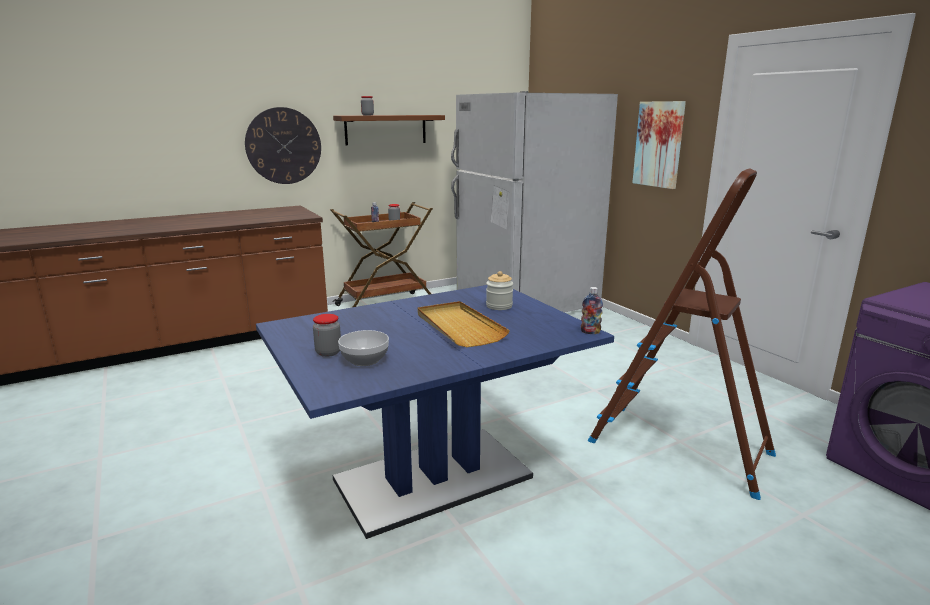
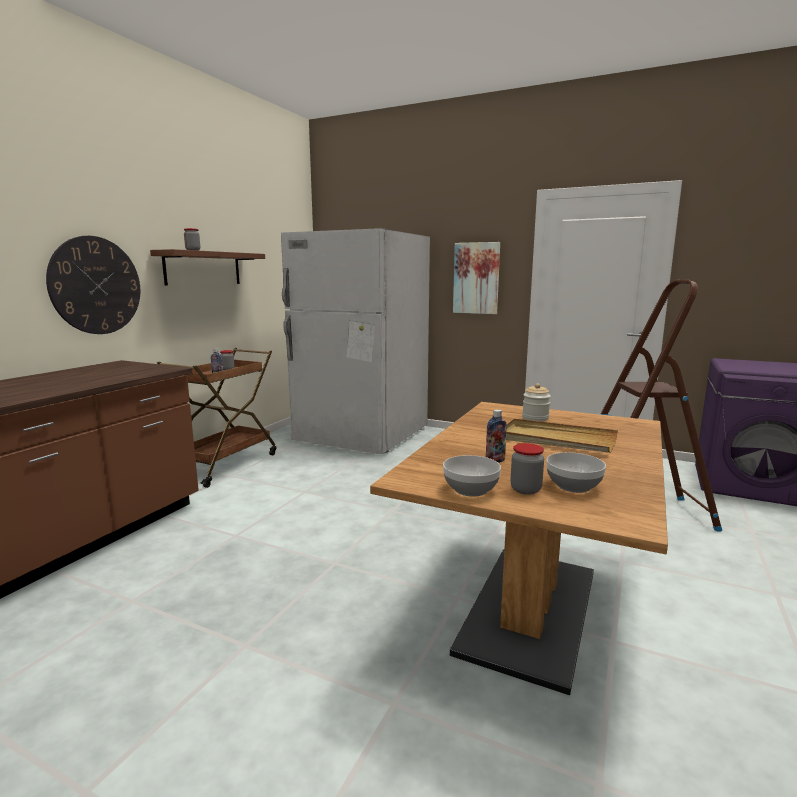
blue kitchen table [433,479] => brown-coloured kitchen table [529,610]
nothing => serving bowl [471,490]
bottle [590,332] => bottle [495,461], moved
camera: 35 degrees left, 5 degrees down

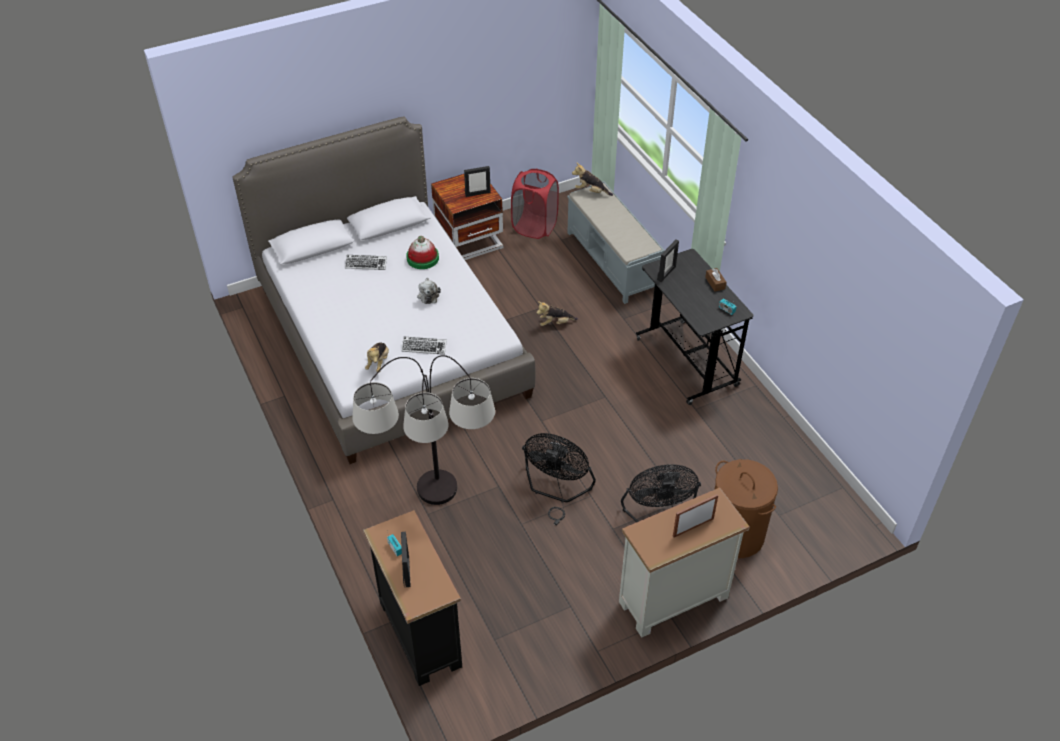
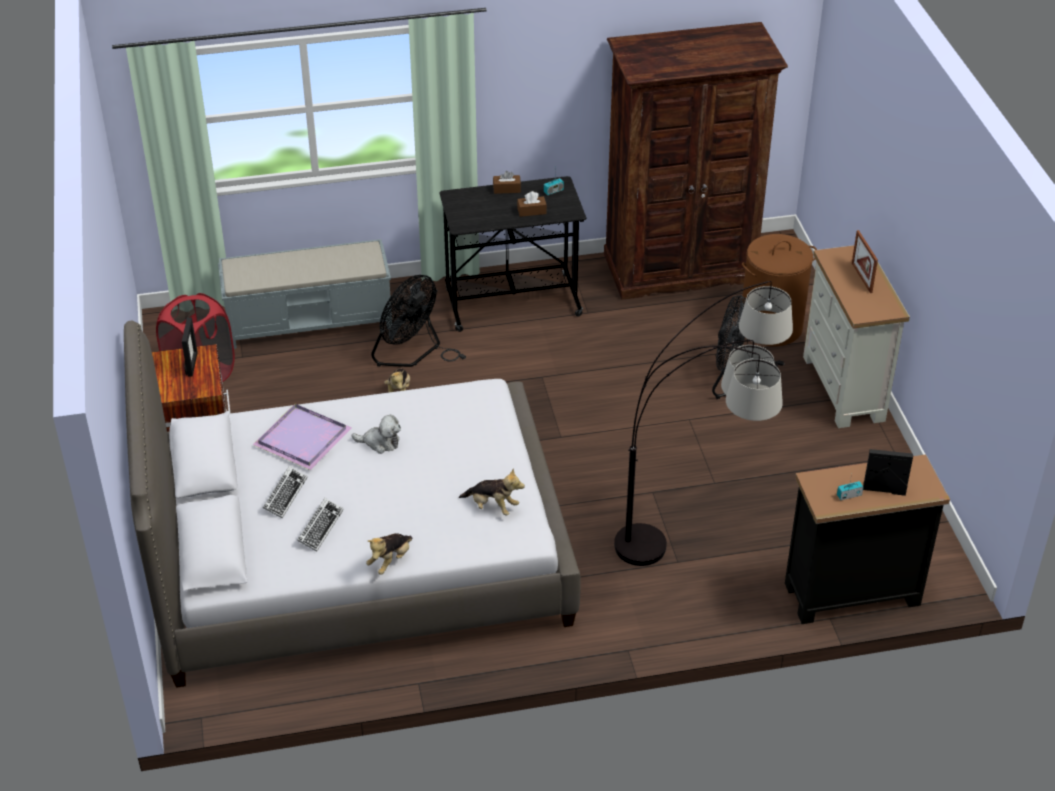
clothing hat [422,258] => purple-coloured serving tray [302,437]
keyboard [424,347] => keyboard [320,527], moved
plush toy [591,191] => plush toy [390,560], moved
blackish electric fan [555,490] => blackish electric fan [418,350], moved
nothing => brown-coloured tissue box [531,211]
nothing => brown-coloured armoire [680,268]
picture frame [666,273] => nothing
camera: 75 degrees left, 5 degrees down

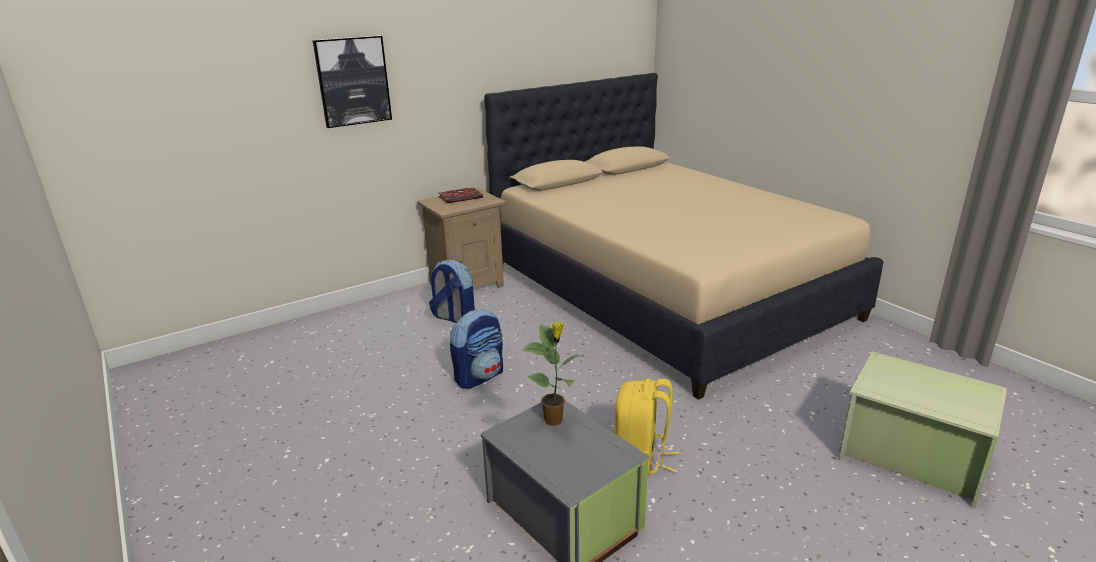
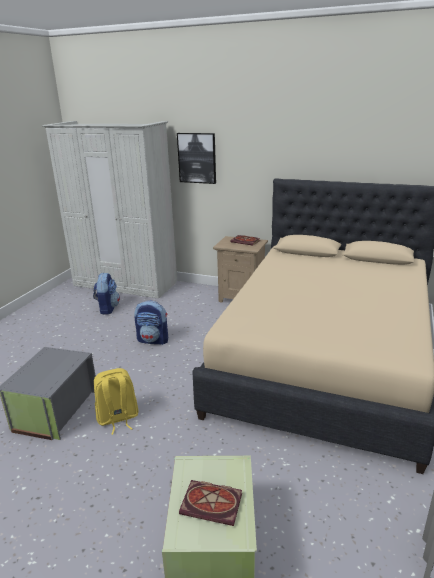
nothing => white armoire [125,284]
backpack [454,318] => backpack [107,308], moved
nothing => volume [213,503]
plant in a pot [554,420] => nothing
camera: 55 degrees right, 0 degrees up

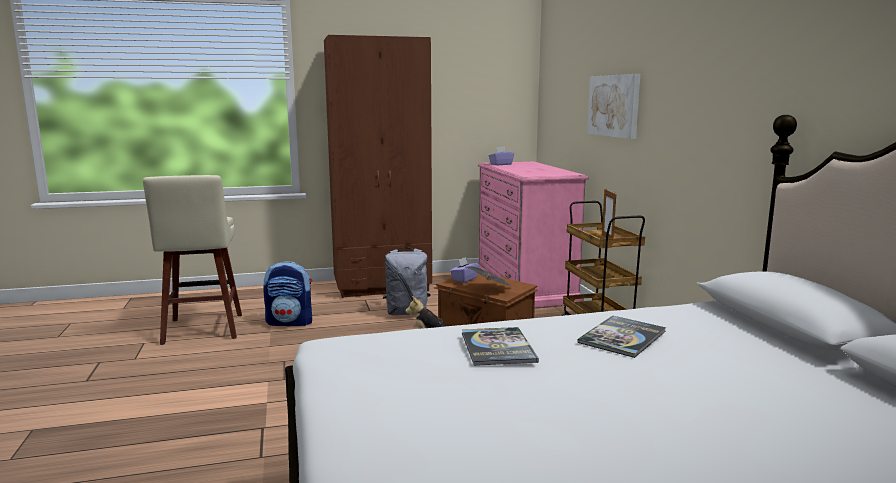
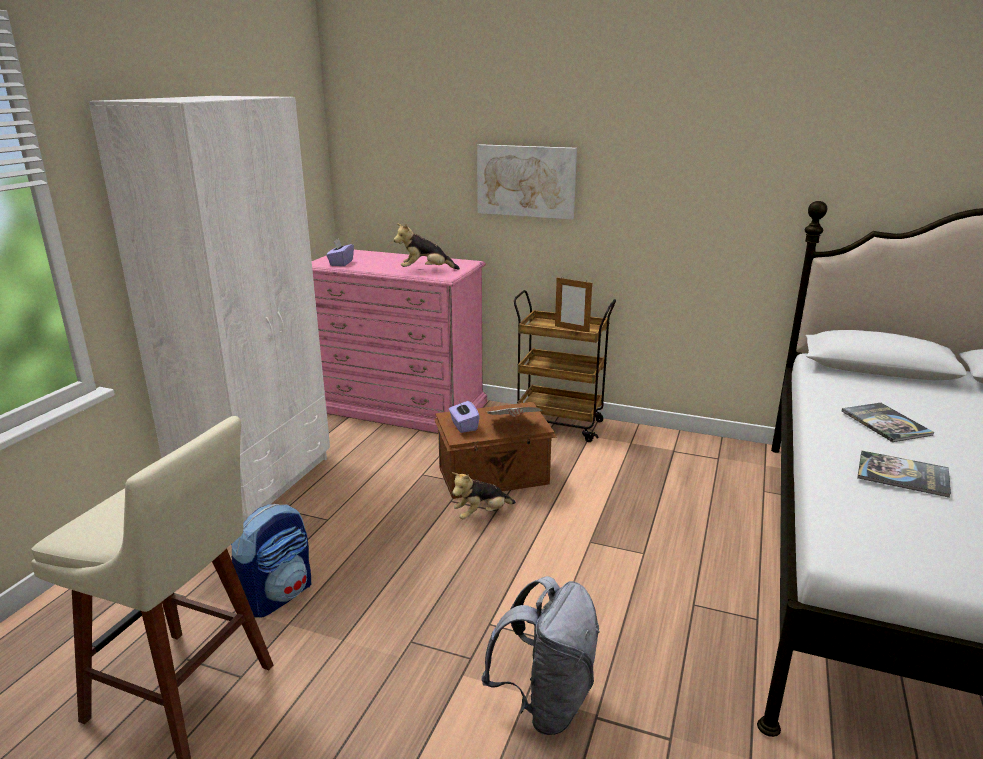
brown-coloured armoire [383,286] => white armoire [258,481]
nothing => plush toy [425,271]
greyish backpack [407,312] => greyish backpack [545,703], moved
camera: 55 degrees left, 10 degrees up

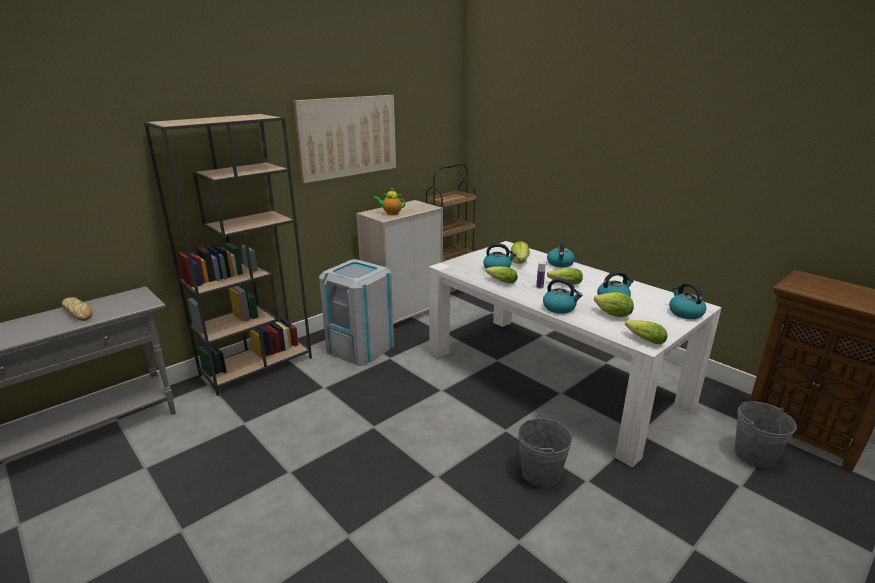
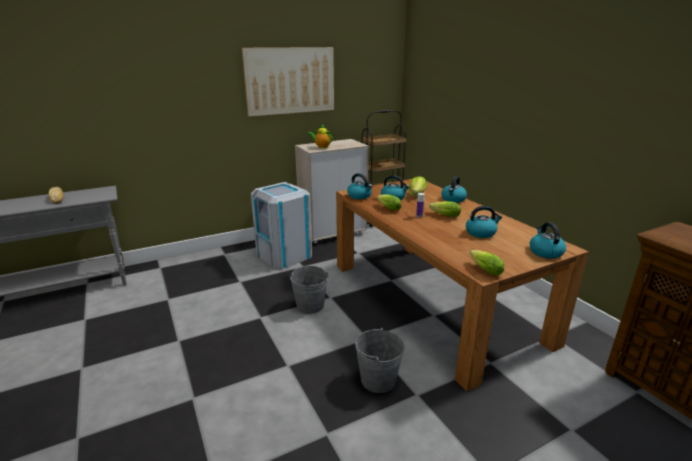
greyish pail [754,455] => greyish pail [310,305], moved
white kitchen table [552,376] => brown-coloured kitchen table [433,300]
water kettle [559,308] => water kettle [360,196], moved
bookcase [257,366] => nothing
lettuce head [613,315] => nothing
camera: 15 degrees right, 0 degrees up

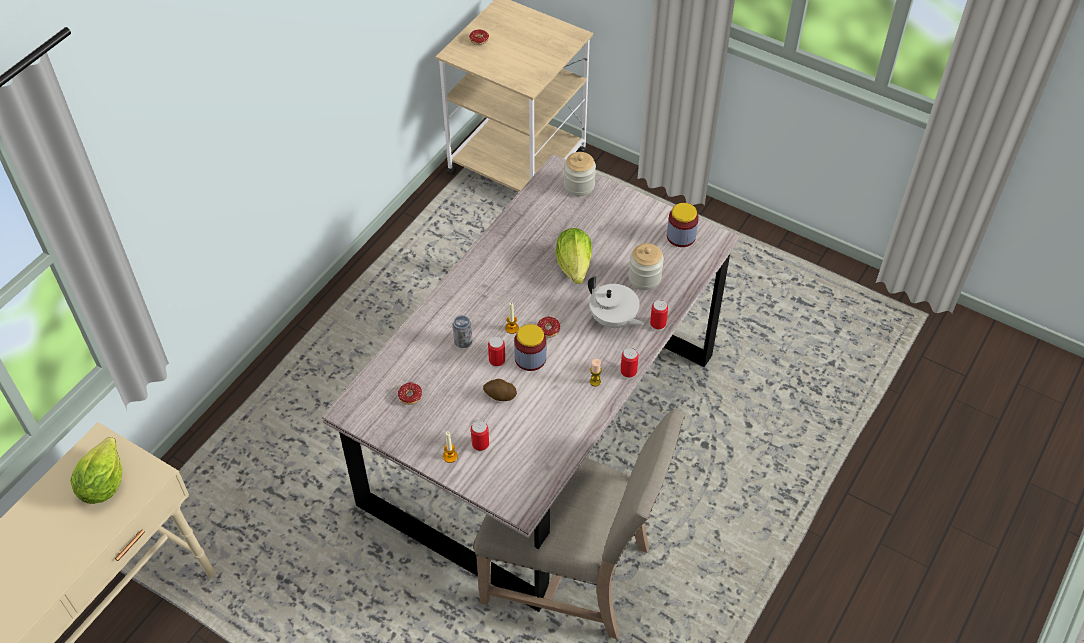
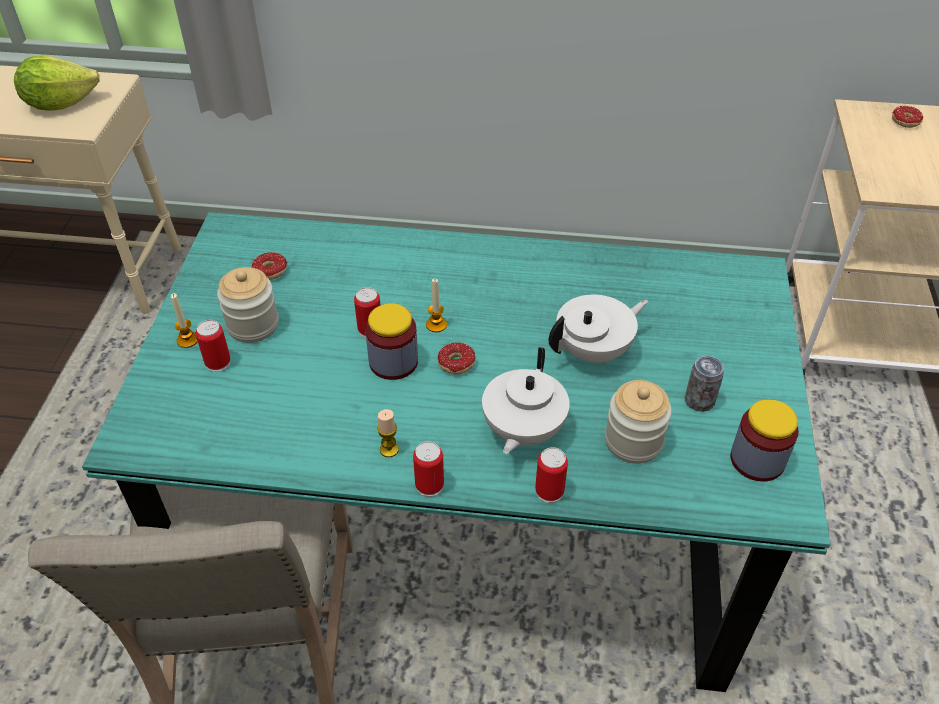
greyish kitchen table [543,428] => turquoise kitchen table [468,523]
preserve jar [579,185] => preserve jar [253,325], moved
lettuce head [574,266] => white tea pot [594,351]
sealed can [463,341] => sealed can [699,401], moved
whole potato [500,395] => nothing
camera: 65 degrees right, 5 degrees down

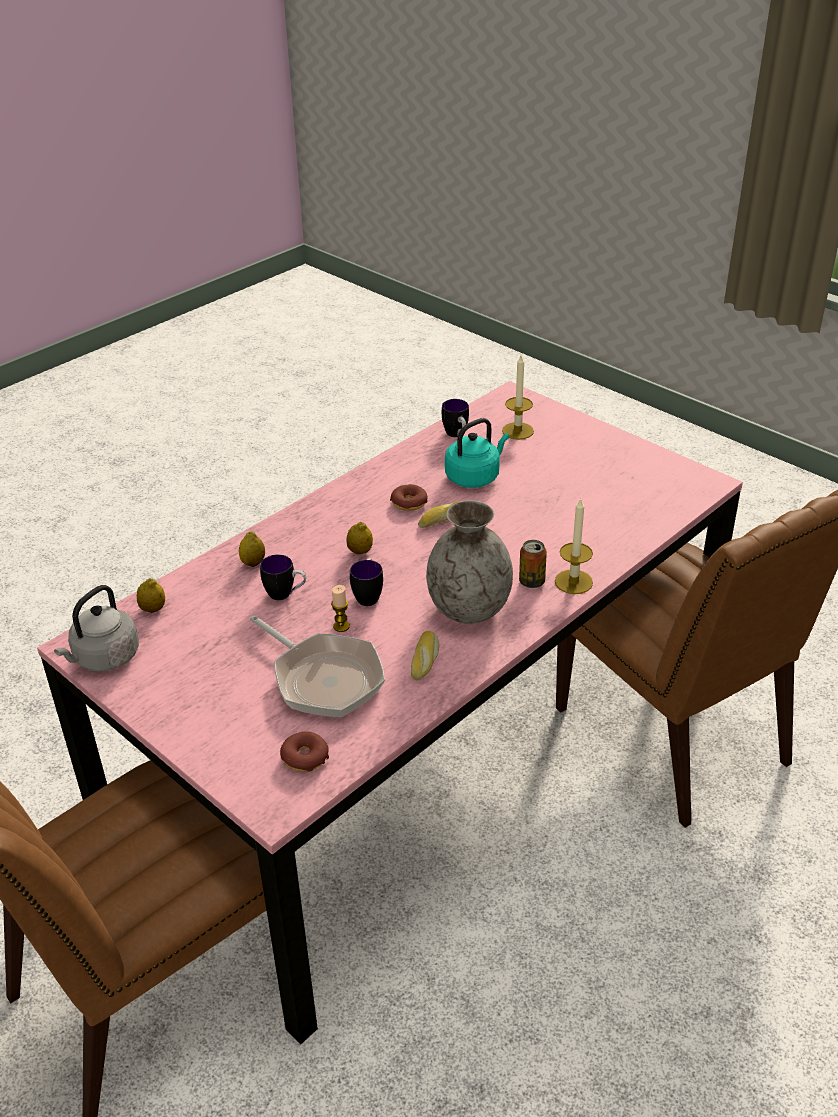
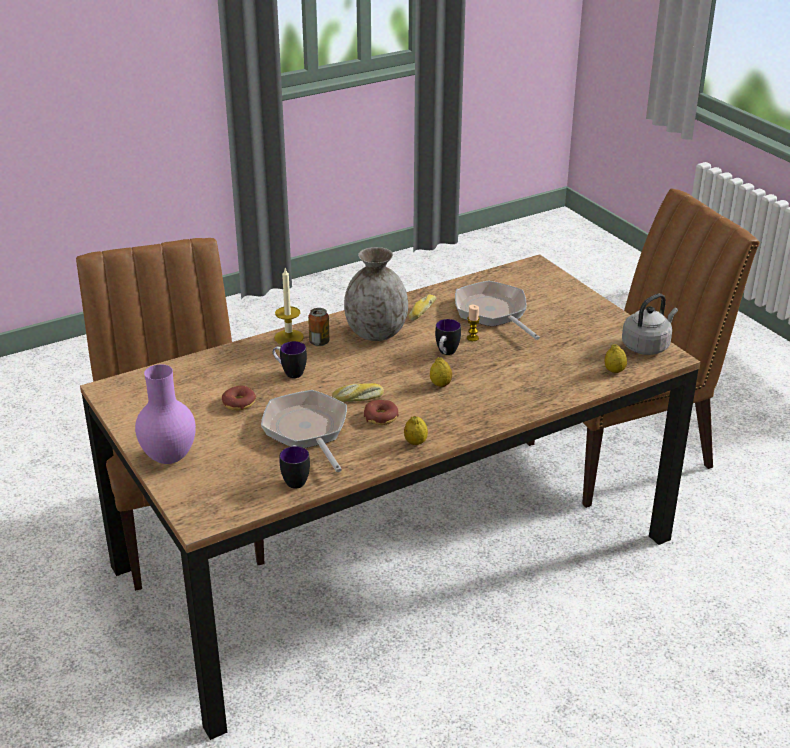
pinkish kitchen table [424,751] => brown-coloured kitchen table [393,554]
nothing => purple-coloured flower vase [168,458]
donut [304,757] => donut [239,403], moved
turquoise water kettle [474,477] => frying pan [307,431]
mug [285,595] => mug [290,372], moved
whole lemon [253,563] => whole lemon [415,442], moved
wax light [517,431] => nothing
camera: 165 degrees left, 5 degrees down

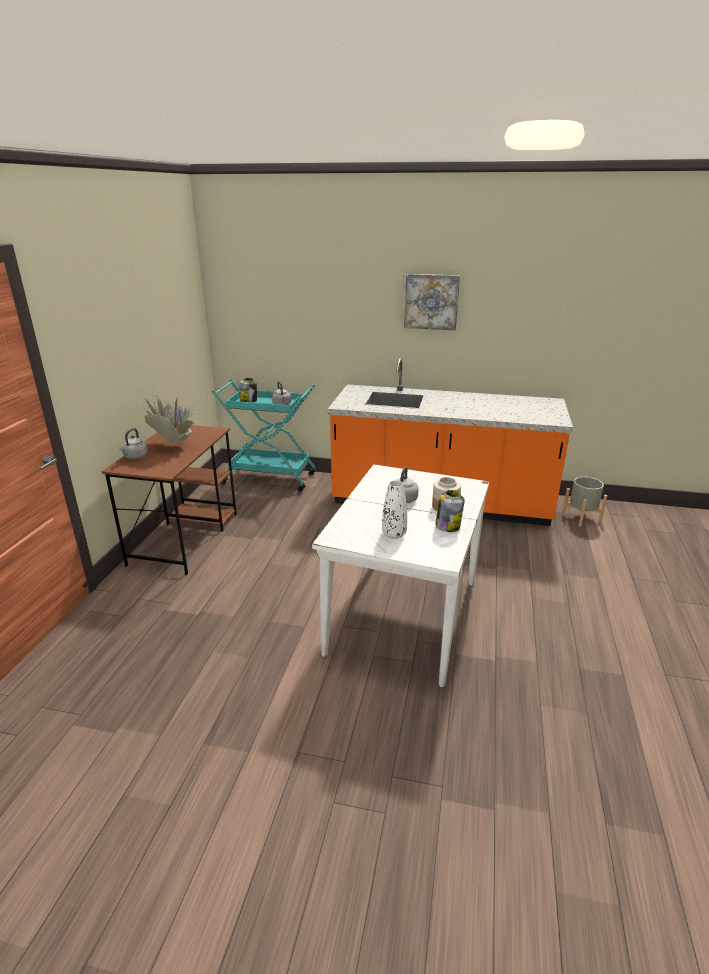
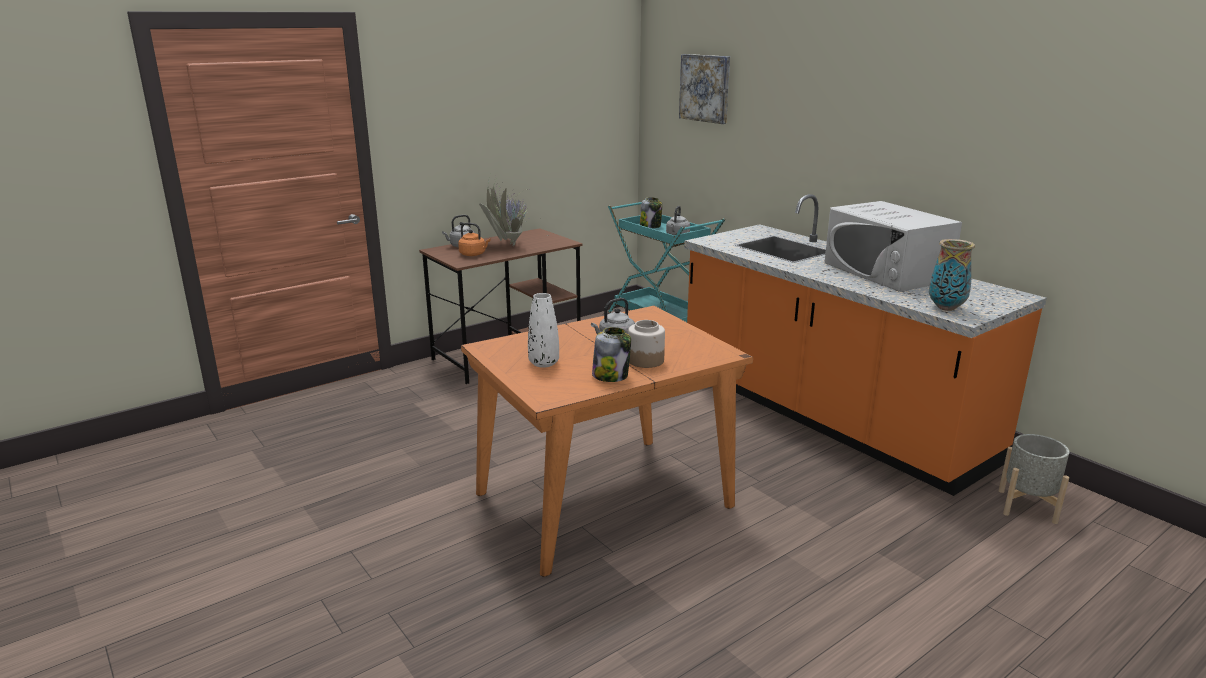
nothing => orangey water kettle [474,254]
white kitchen table [404,614] => orangey kitchen table [605,499]
picture [431,301] => picture [705,88], moved
nothing => white kitchen microwave [886,272]
nothing => flower vase [946,308]
camera: 40 degrees right, 5 degrees down

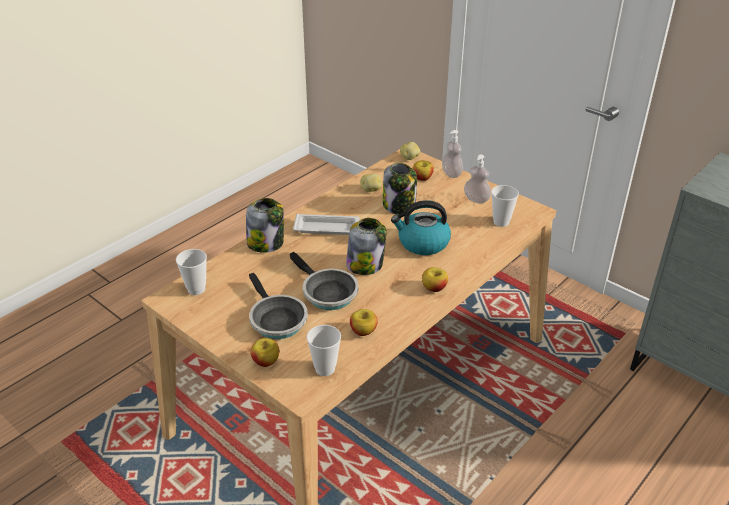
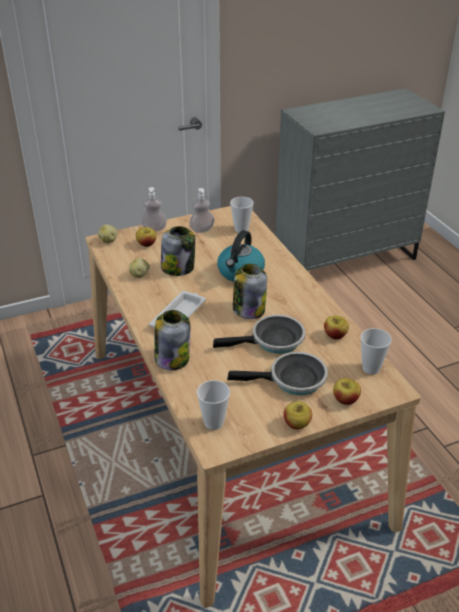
apple fruit [434,288] => apple fruit [296,424], moved
camera: 65 degrees left, 0 degrees up

